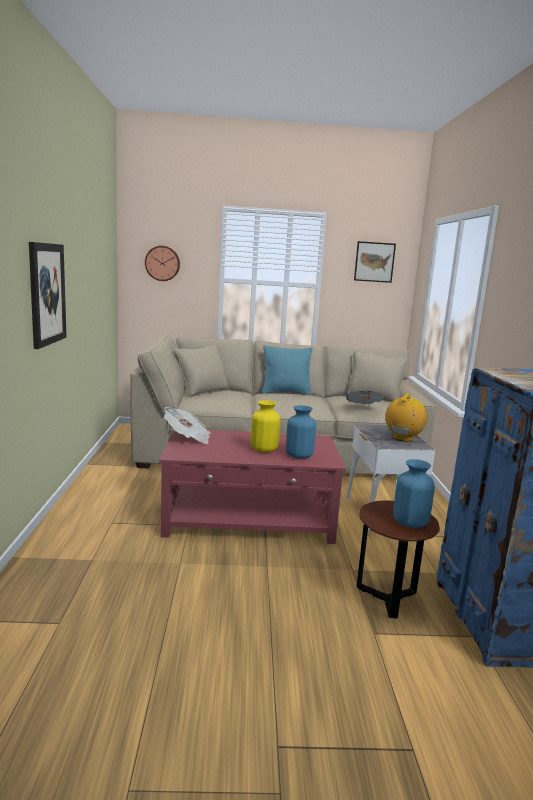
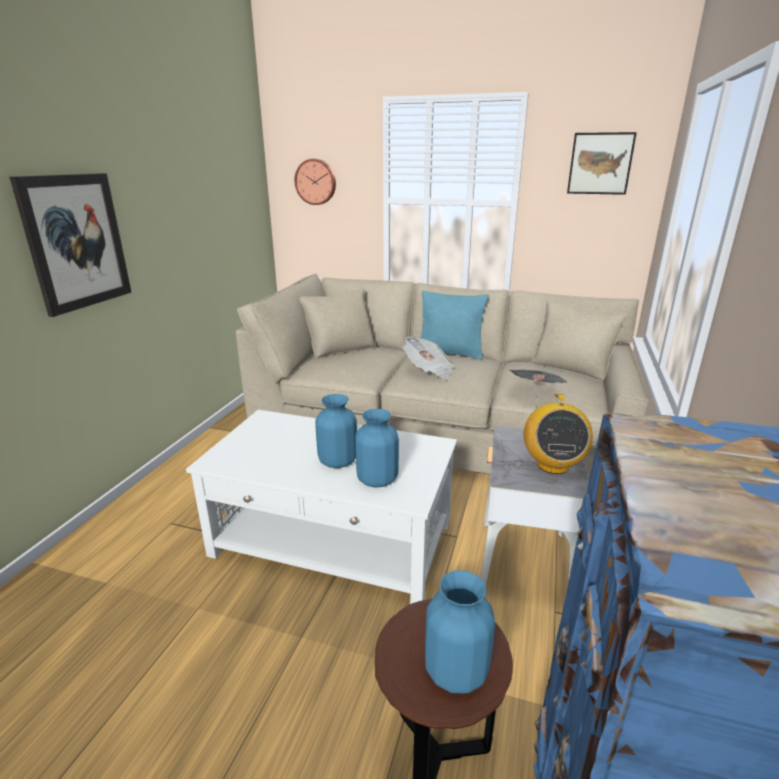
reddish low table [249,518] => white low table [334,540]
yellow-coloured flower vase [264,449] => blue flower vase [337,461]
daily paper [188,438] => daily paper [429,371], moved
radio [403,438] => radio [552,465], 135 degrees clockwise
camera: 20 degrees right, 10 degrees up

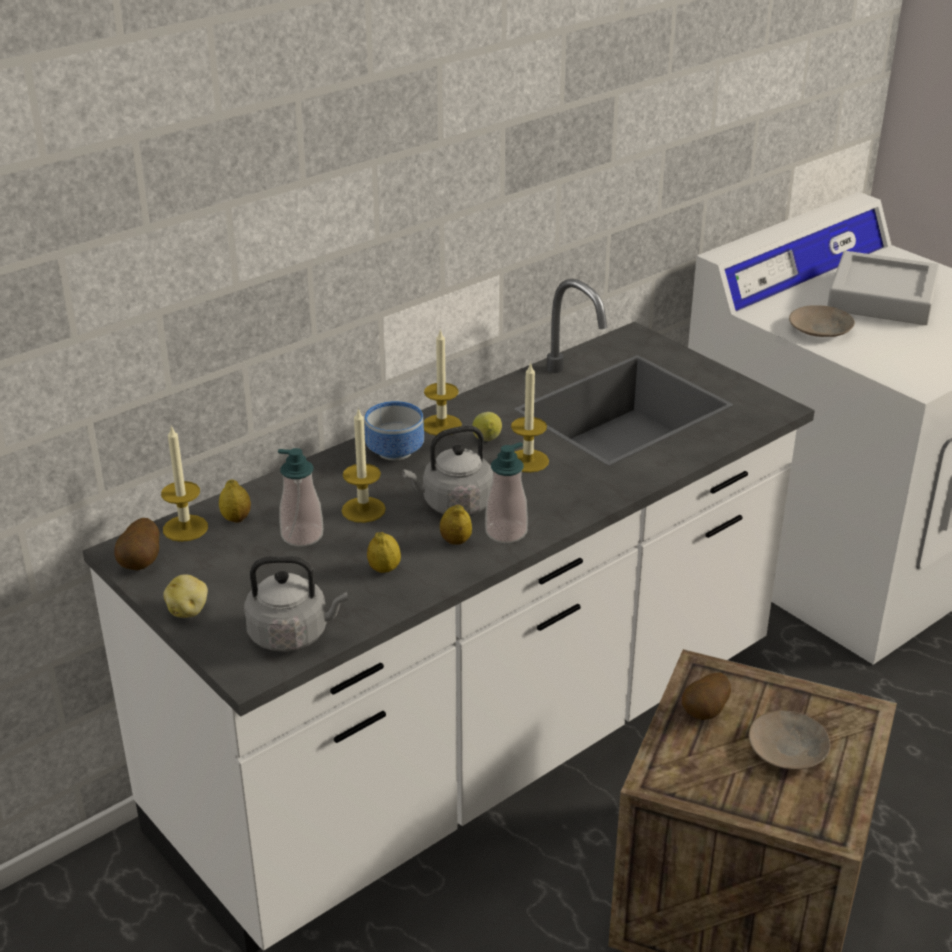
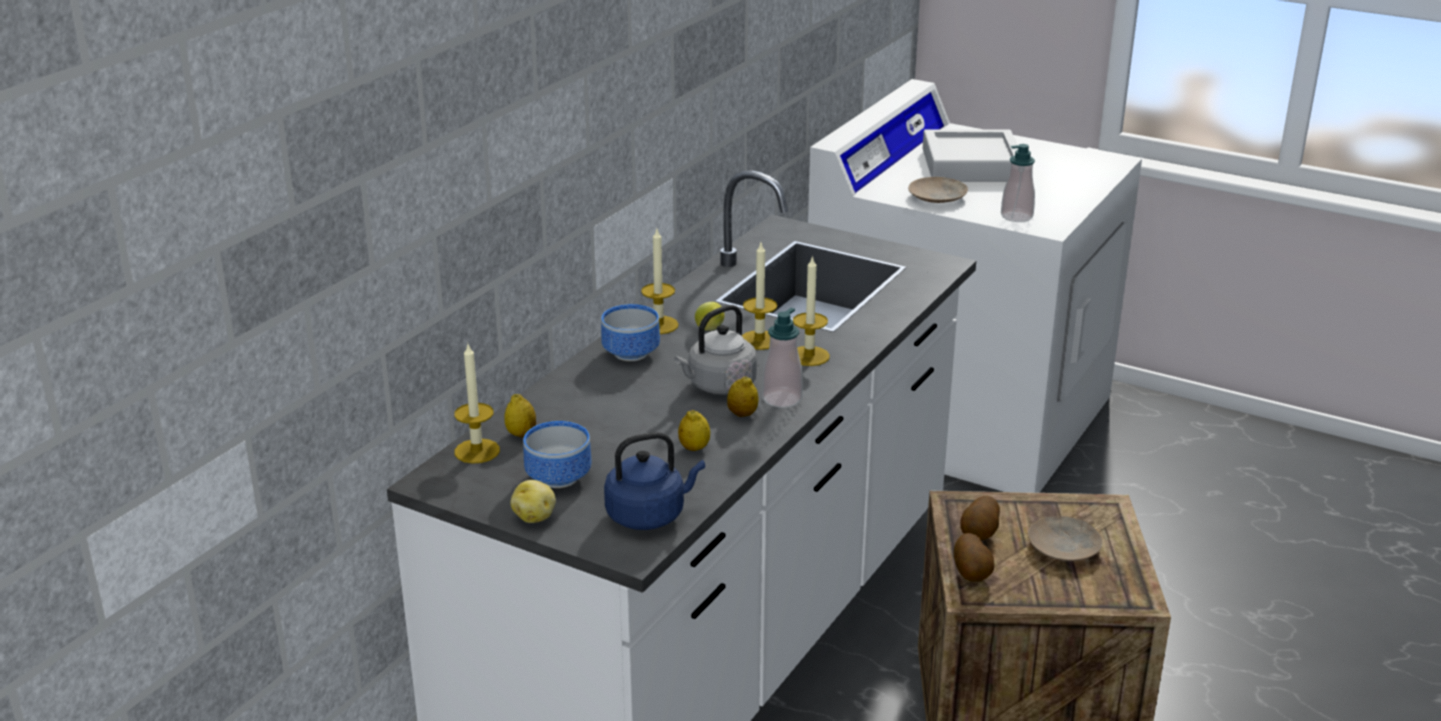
nothing => serving bowl [558,479]
greyish water kettle [293,634] => blue water kettle [649,515]
wax light [363,510] => wax light [809,356], moved
whole potato [142,563] => whole potato [972,575], moved
soap dispenser [302,535] => soap dispenser [1016,216], moved
camera: 20 degrees left, 5 degrees down

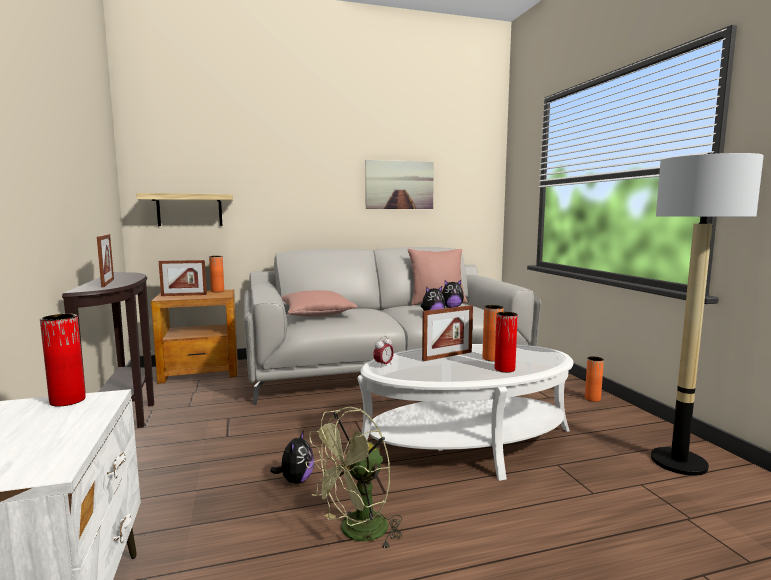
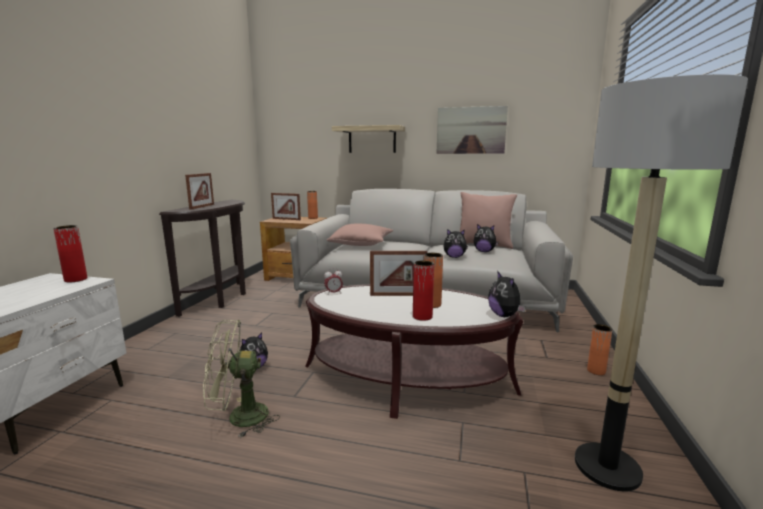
white low table [467,444] => brown-coloured low table [406,378]
shelf [189,210] => shelf [372,140], moved
nothing => plush toy [504,315]
camera: 30 degrees right, 5 degrees up

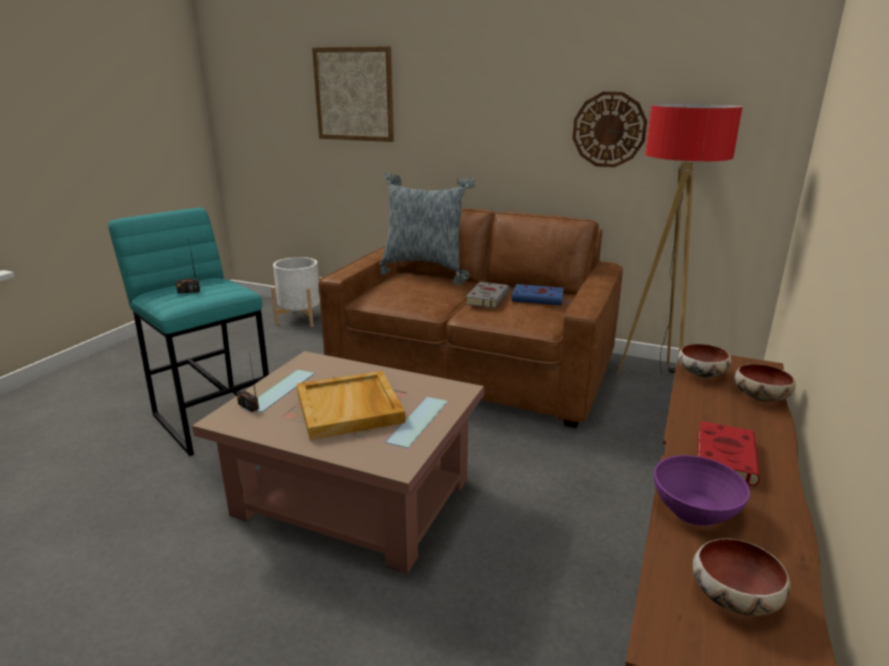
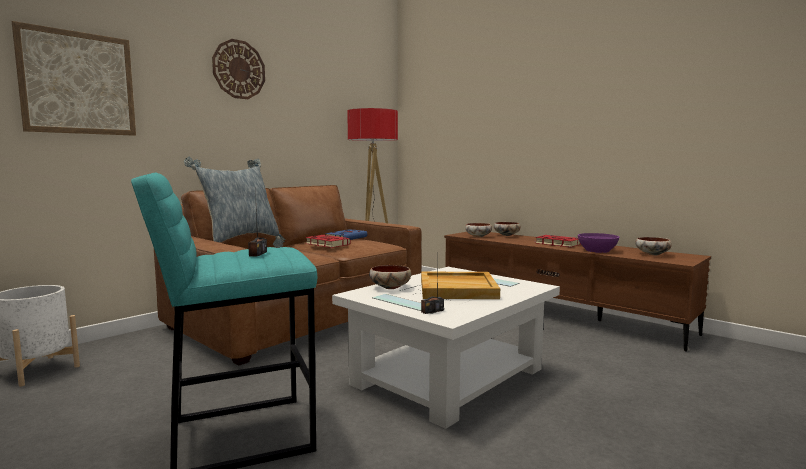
hanging clock [609,130] => hanging clock [239,69], moved
greyish volume [487,298] => reddish volume [326,244]
brown-coloured low table [354,496] => white low table [448,376]
nothing => serving bowl [389,287]
camera: 70 degrees left, 15 degrees down

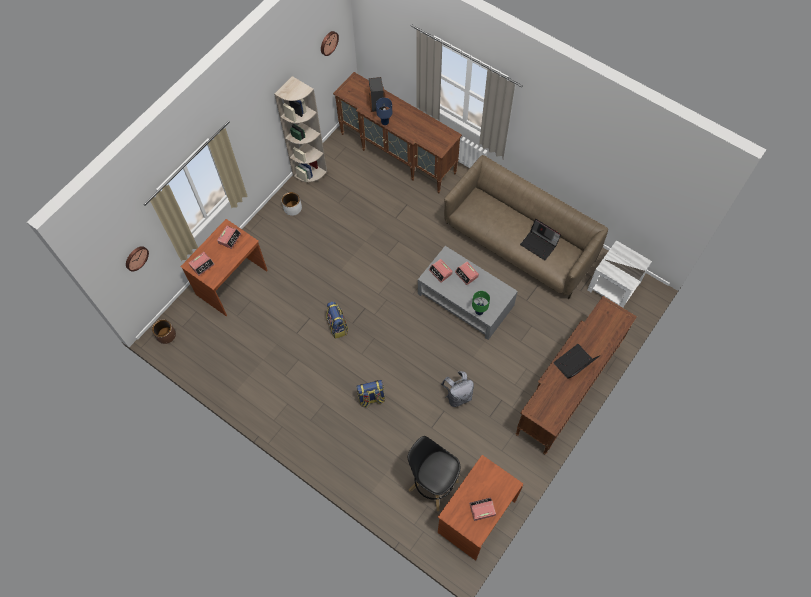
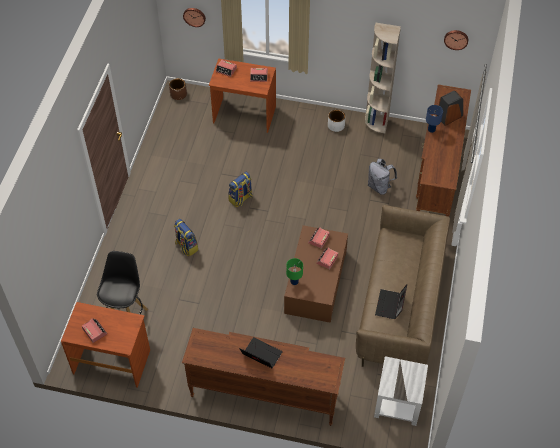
greyish low table [465,299] => brown-coloured low table [316,282]
greyish backpack [458,395] => greyish backpack [379,186], moved
camera: 65 degrees right, 10 degrees down

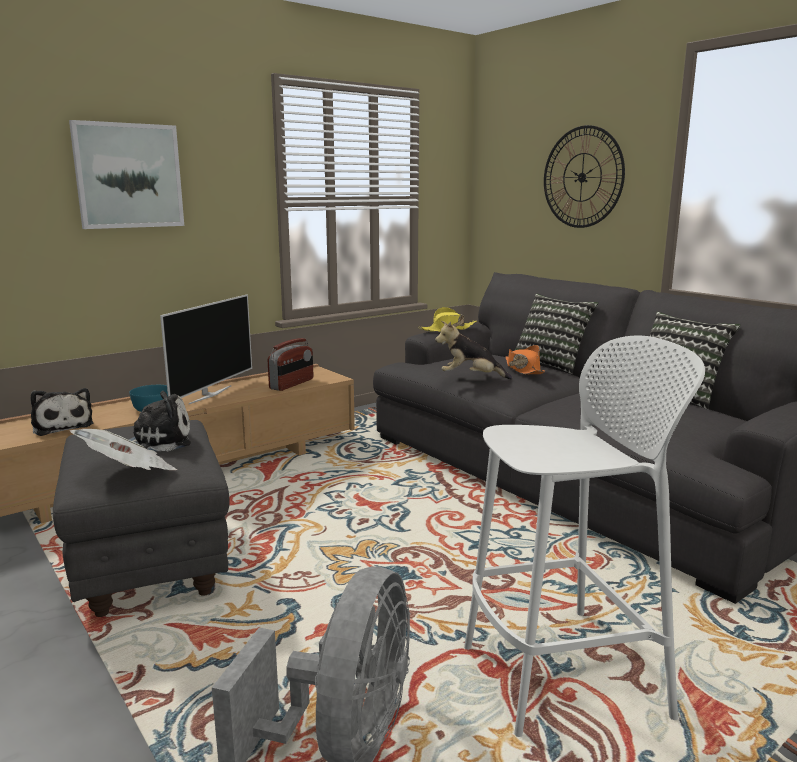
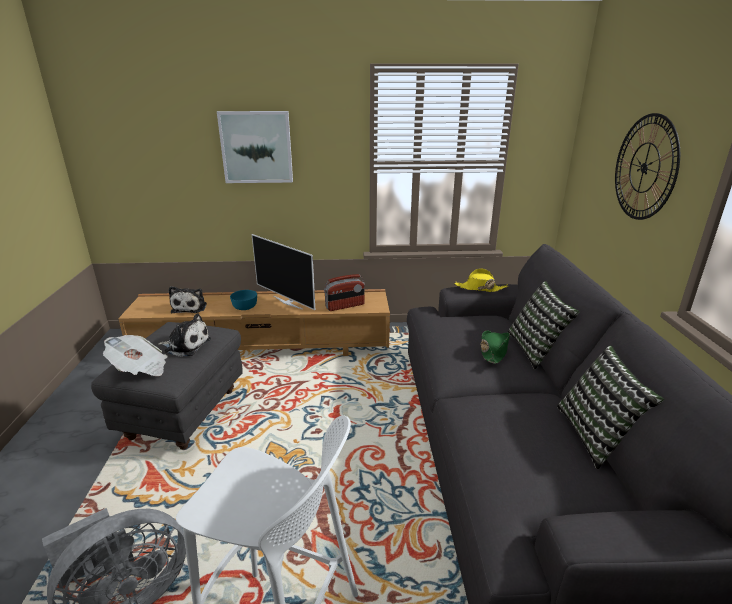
TV [209,394] => TV [288,302], 75 degrees clockwise
orangey clothing hat [523,369] => green-coloured clothing hat [493,351]
plush toy [471,377] => nothing
camera: 35 degrees right, 10 degrees up

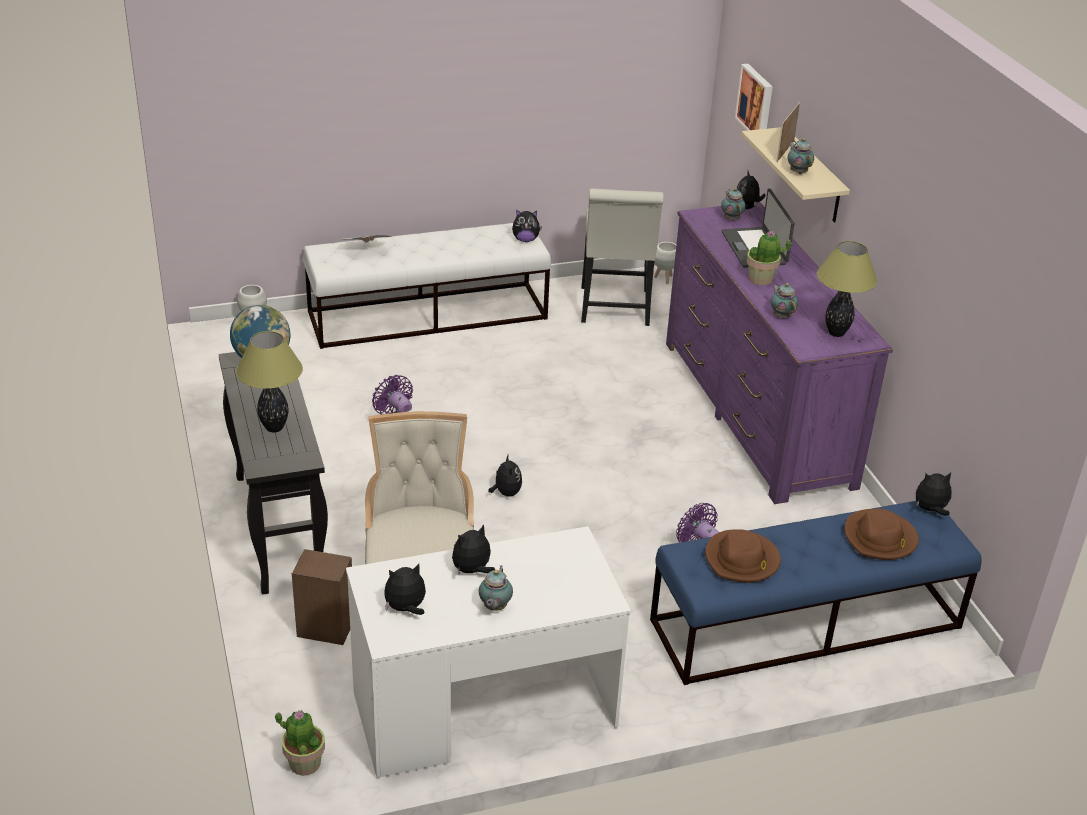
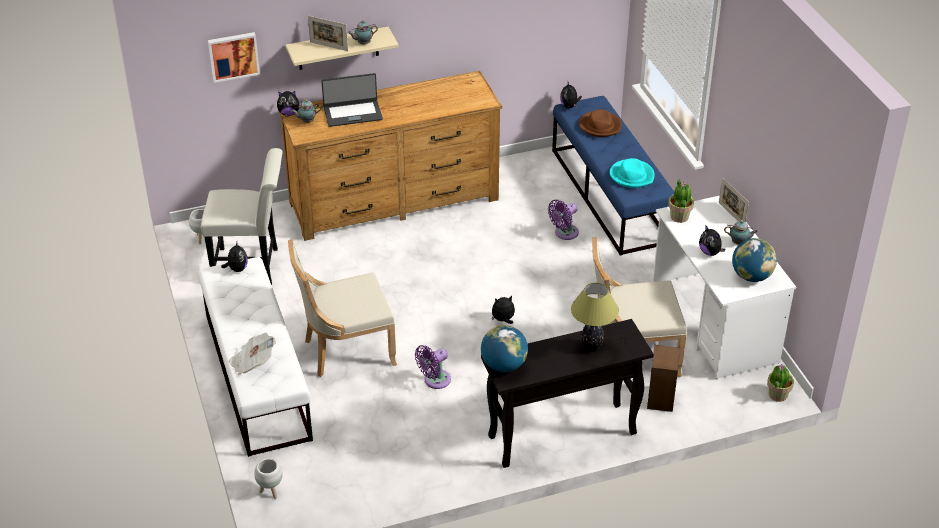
purple-coloured dresser [756,412] => brown-coloured dresser [394,201]
nothing => sand-coloured upright chair [345,351]
brown-coloured clothing hat [742,560] => turquoise clothing hat [632,175]
plant in a pot [761,279] => plant in a pot [679,216], moved
nothing => picture frame [731,214]
plush toy [406,609] => globe [751,276]
tea pot [781,315] => nothing
lamp for a table [836,333] => nothing
camera: 90 degrees left, 5 degrees up

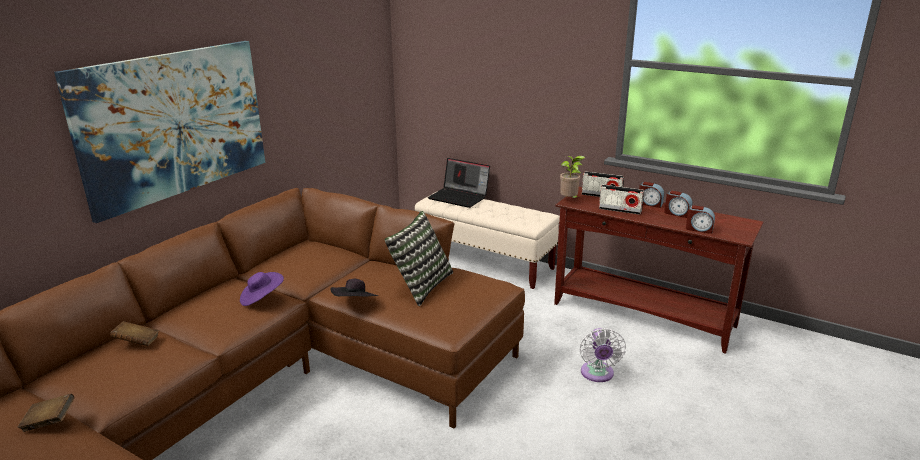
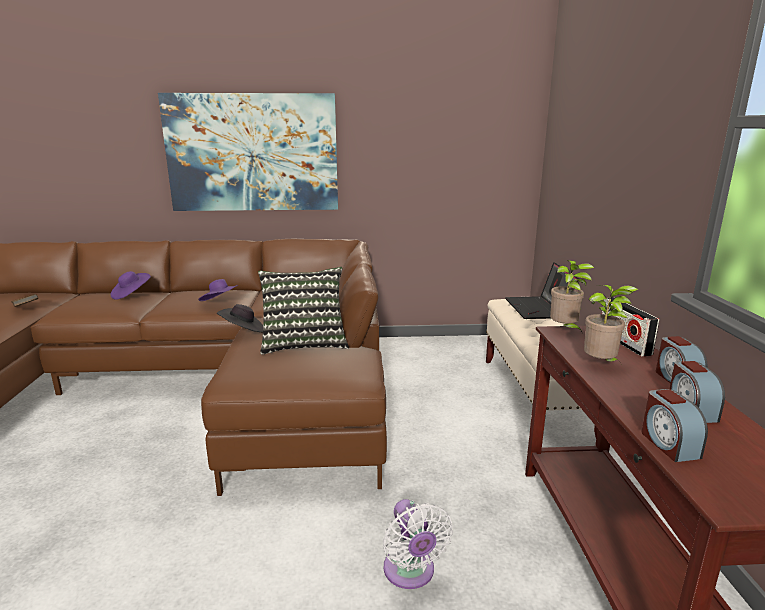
brown-coloured volume [137,342] => purple-coloured clothing hat [131,294]
white electric fan [597,374] => white electric fan [410,573], 75 degrees counterclockwise
radio [620,210] => plant in a pot [601,365]
camera: 55 degrees right, 5 degrees down

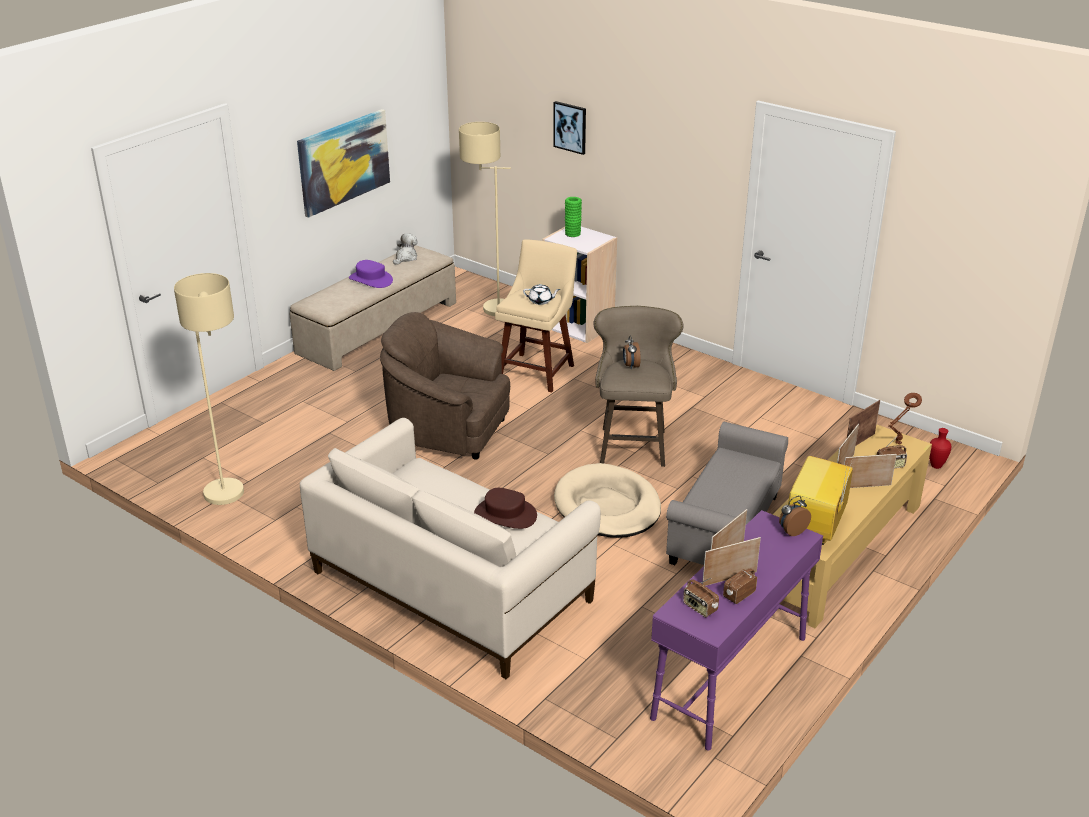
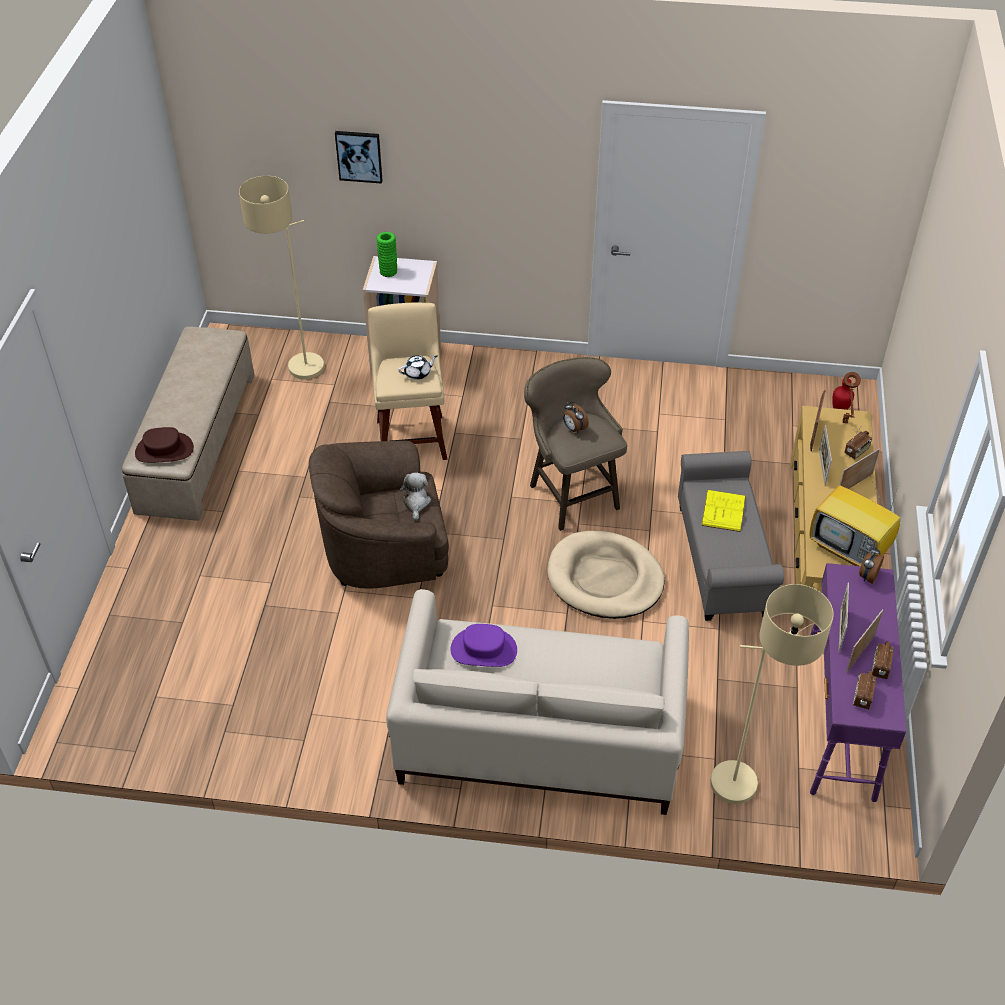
brown-coloured clothing hat [505,515] => brown-coloured clothing hat [164,450], moved
plush toy [405,258] => plush toy [416,503], moved
purple-coloured clothing hat [371,279] => purple-coloured clothing hat [484,650], moved
nothing => yellow-coloured volume [723,510]
sand-coloured floor lamp [232,497] => sand-coloured floor lamp [748,784], moved
TV [816,528] => TV [850,549], 45 degrees counterclockwise
radio [699,608] => radio [862,697], 90 degrees clockwise
picture [343,162] => nothing
camera: 30 degrees left, 15 degrees up

